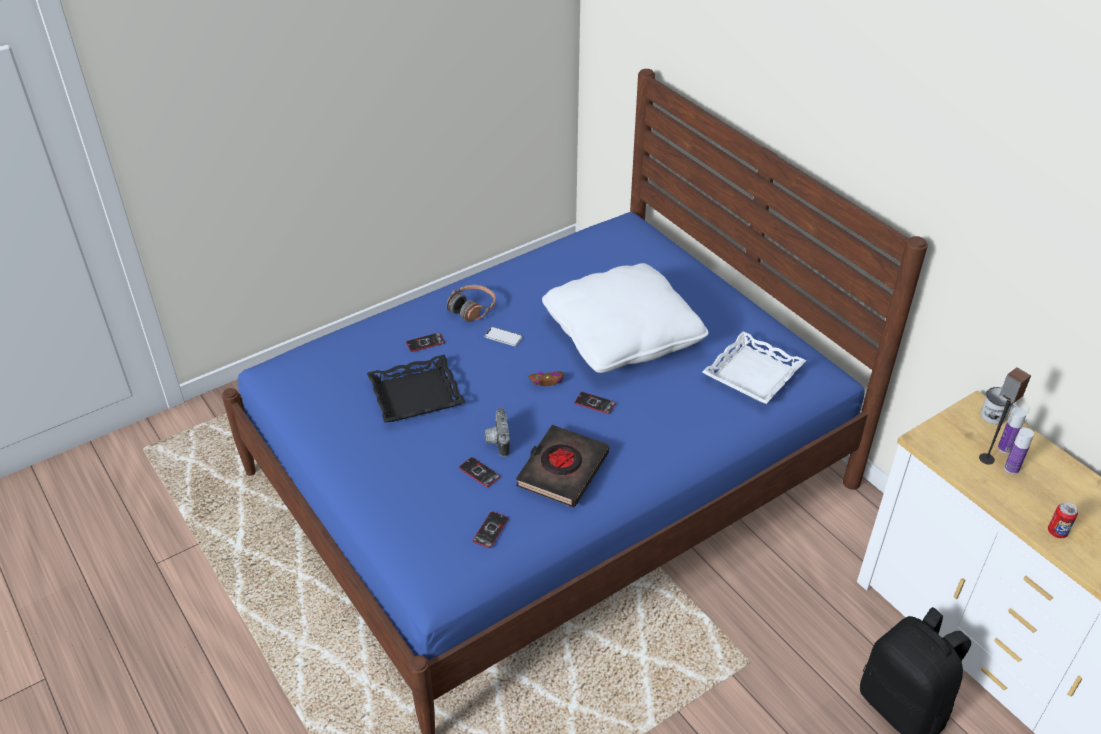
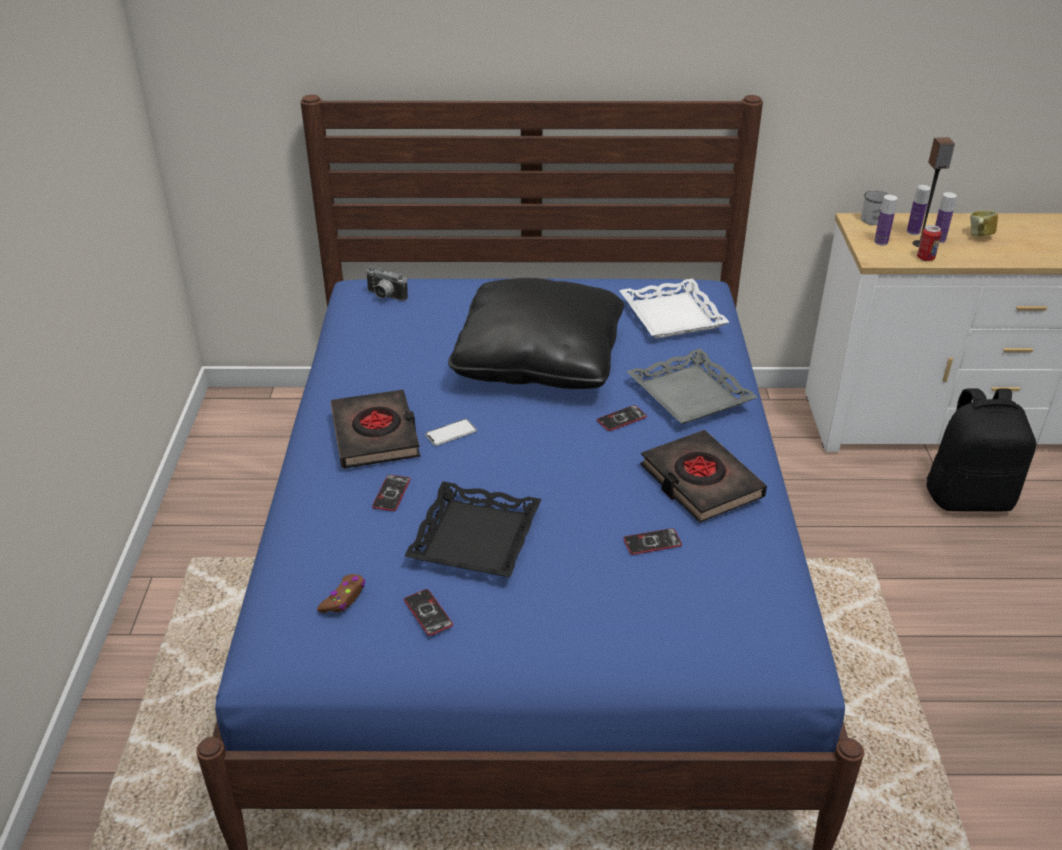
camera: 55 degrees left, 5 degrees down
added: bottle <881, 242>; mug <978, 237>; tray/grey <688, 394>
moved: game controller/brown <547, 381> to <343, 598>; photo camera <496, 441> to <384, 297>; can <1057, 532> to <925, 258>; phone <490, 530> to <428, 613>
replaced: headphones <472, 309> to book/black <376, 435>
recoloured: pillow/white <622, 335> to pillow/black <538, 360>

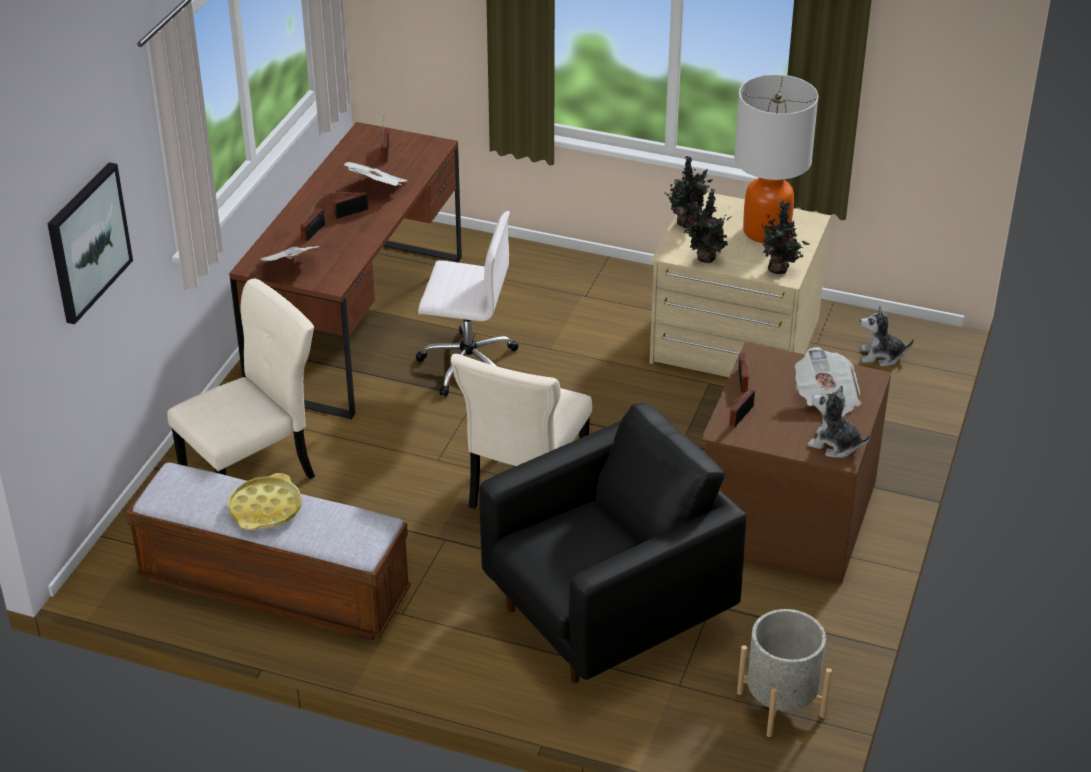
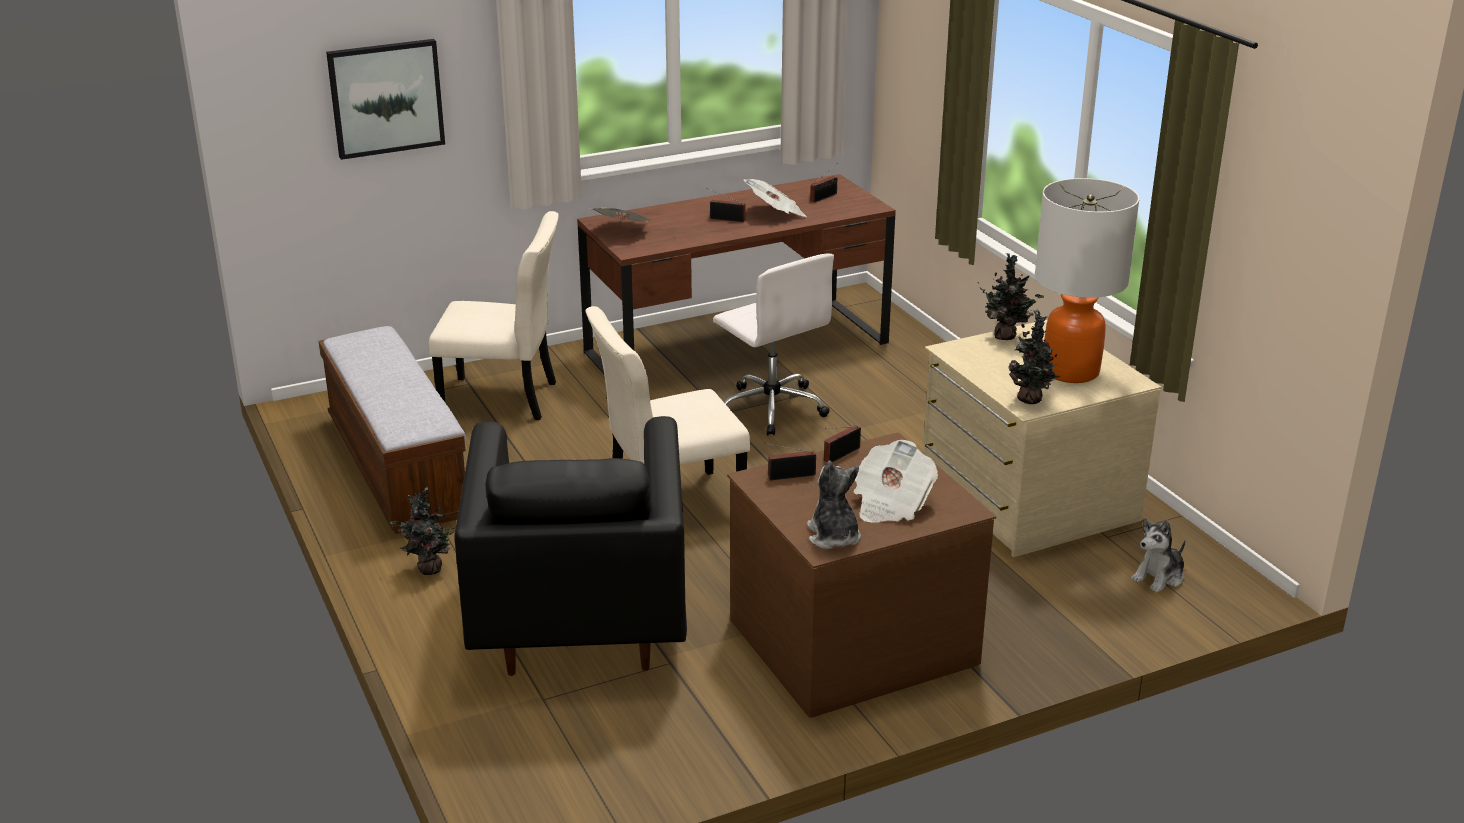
camera: 45 degrees right, 10 degrees down
removed: radio <315, 231>; tray/yellow <265, 508>; planter/grey <781, 704>
moved: potted plant <705, 259> to <428, 569>
turned: plush toy <881, 356> = <1159, 577> 90 degrees counterclockwise; armchair/black <607, 614> = <579, 618> 75 degrees clockwise

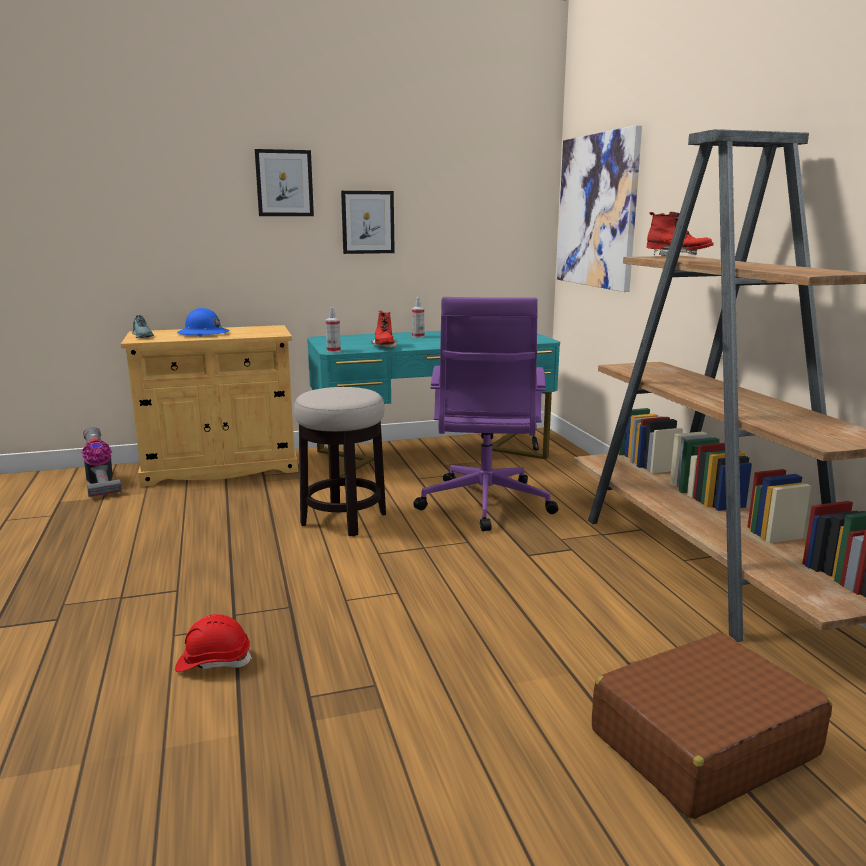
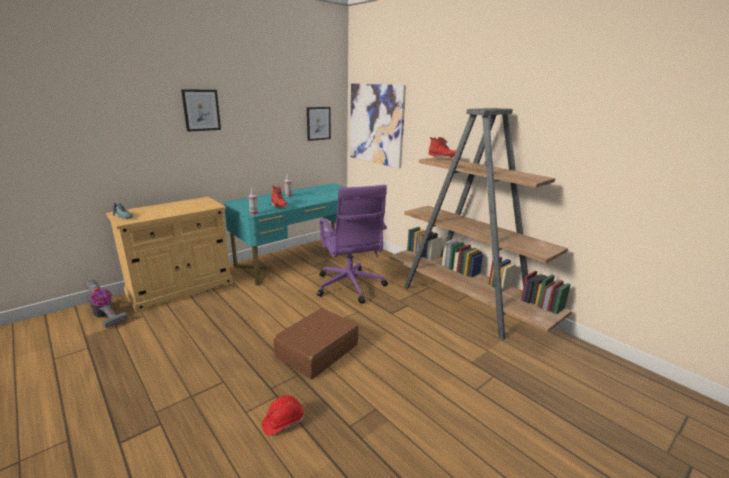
camera: 25 degrees left, 5 degrees up
removed: hard hat/blue <203, 333>; stool <343, 519>
moved: picture <368, 222> to <318, 123>; suitcase/brown <702, 743> to <316, 351>

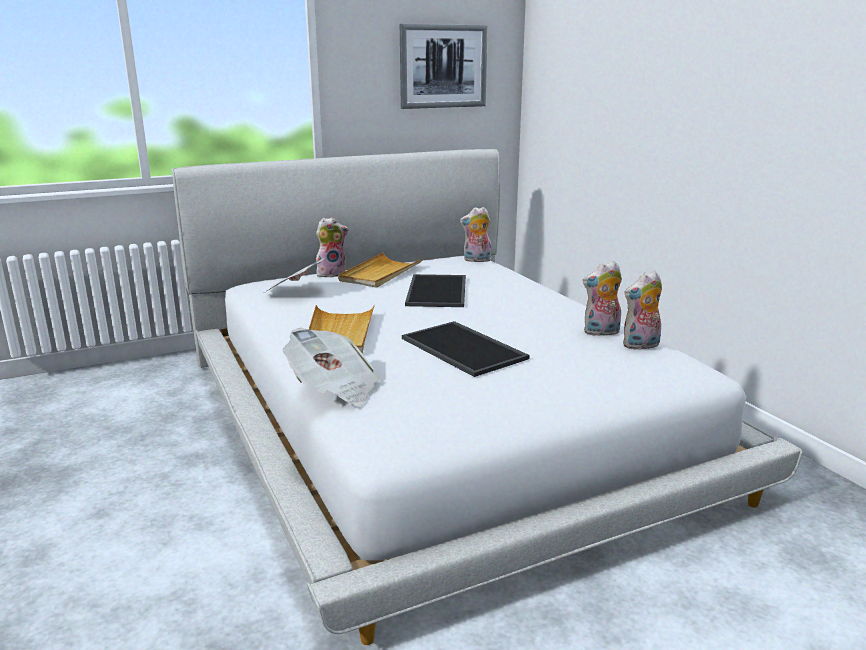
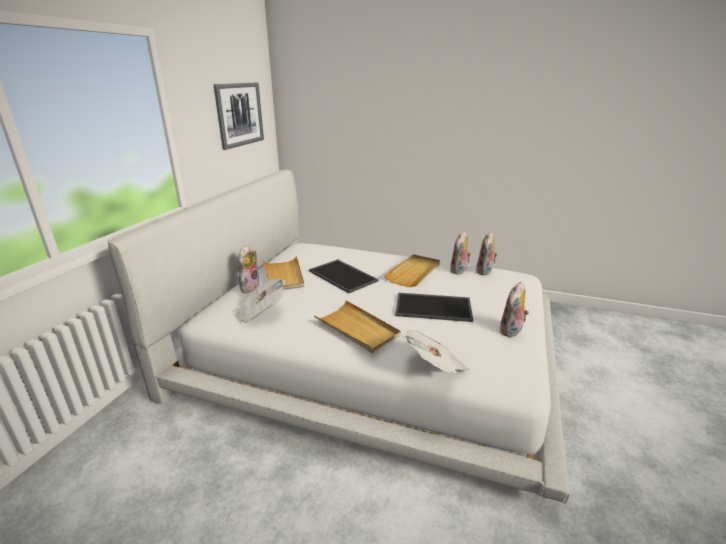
camera: 45 degrees left, 5 degrees up
added: tray/beige <414, 272>
moved: plush toy <476, 260> to <511, 331>

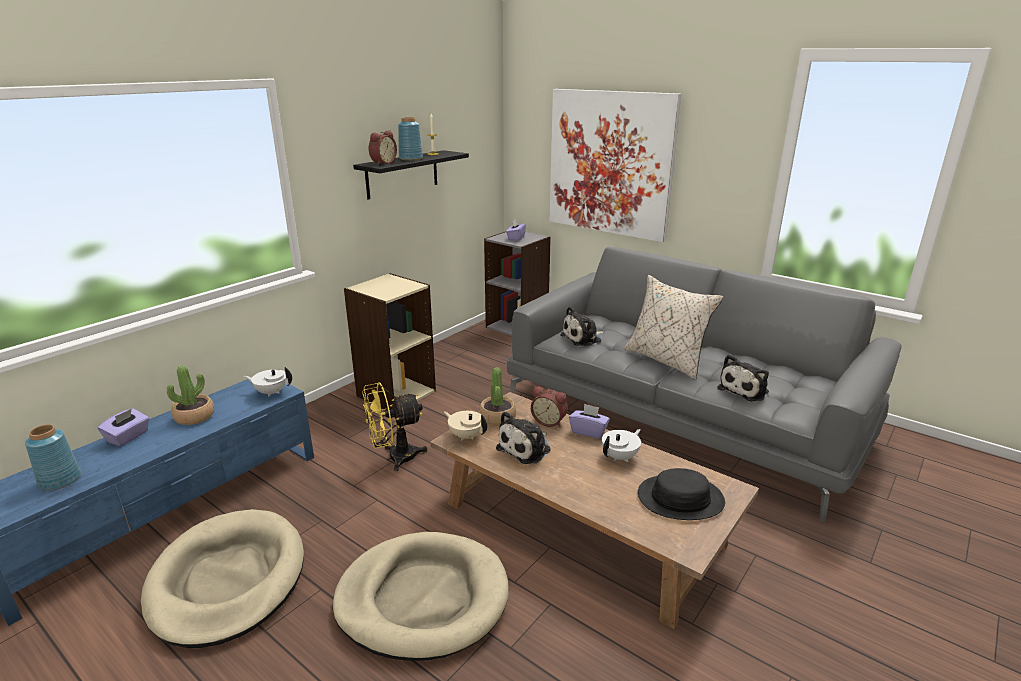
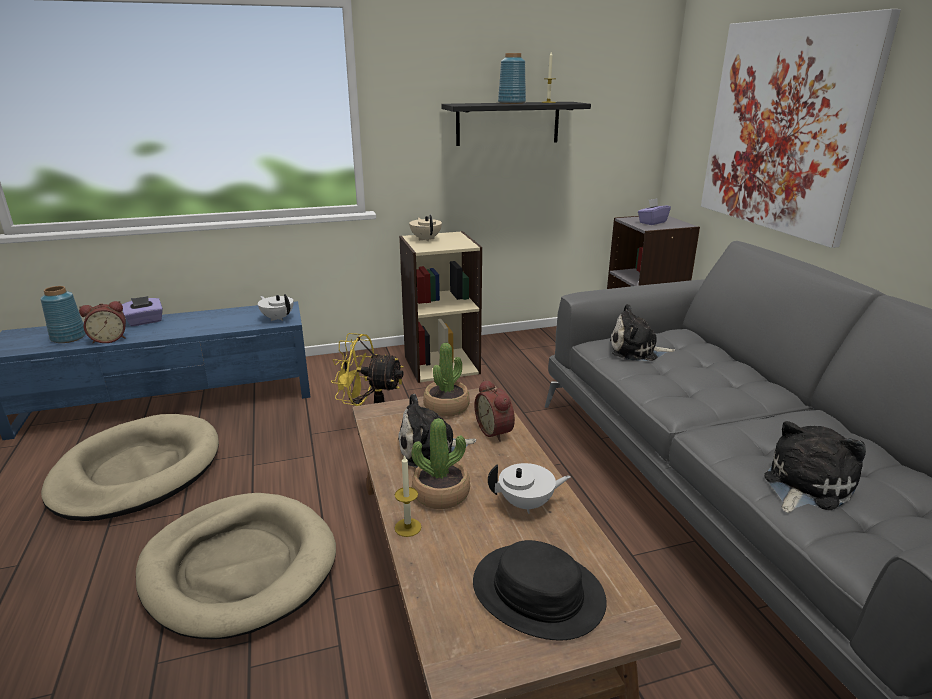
camera: 35 degrees right, 0 degrees up
removed: pillow/beige <666, 360>; tissue box/purple <588, 431>
added: candle <408, 527>
moved: alarm clock <382, 163> to <109, 339>; potted plant <194, 416> to <441, 493>; teapot/beige <466, 436> to <426, 239>
turned: plush toy <745, 390> = <804, 485> 150 degrees clockwise

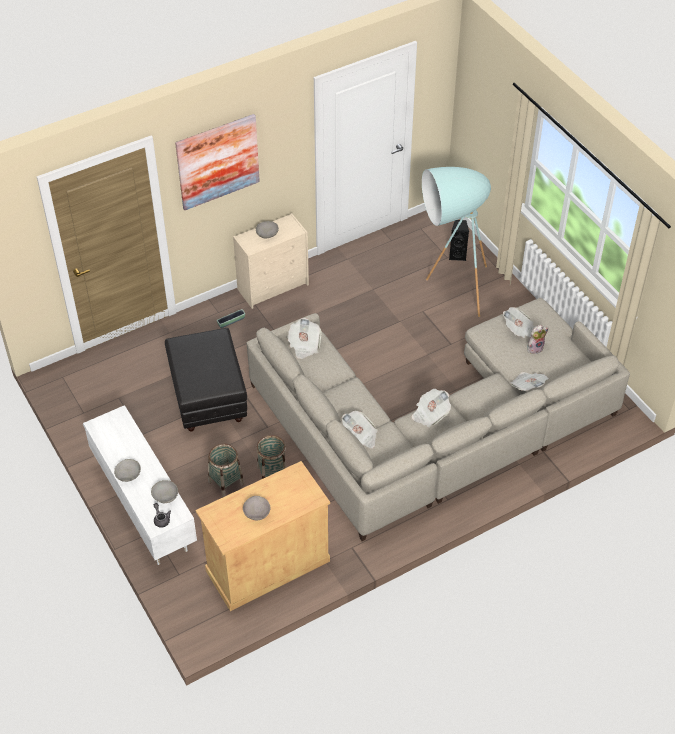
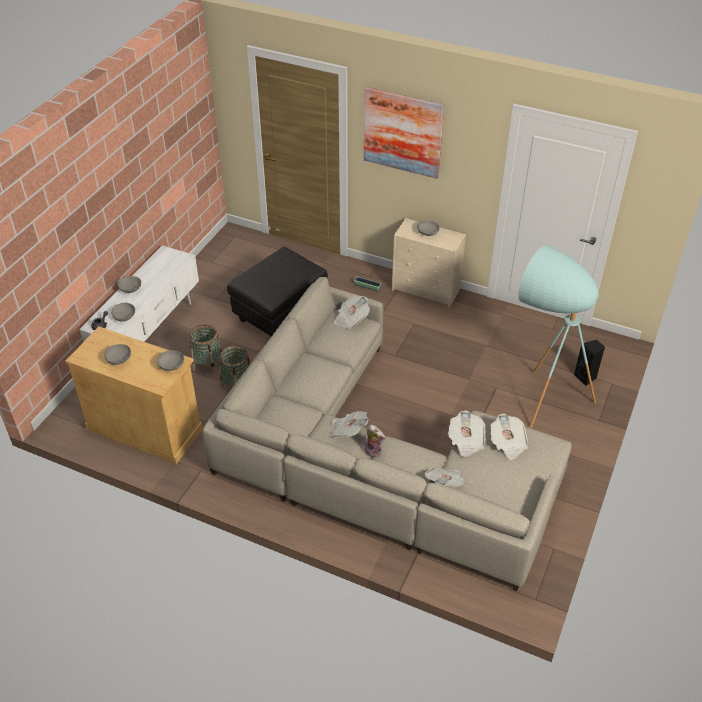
camera: 55 degrees right, 5 degrees down
added: bowl/grey <171, 365>
moved: plush toy <535, 348> to <374, 450>; newspaper <359, 436> to <466, 441>

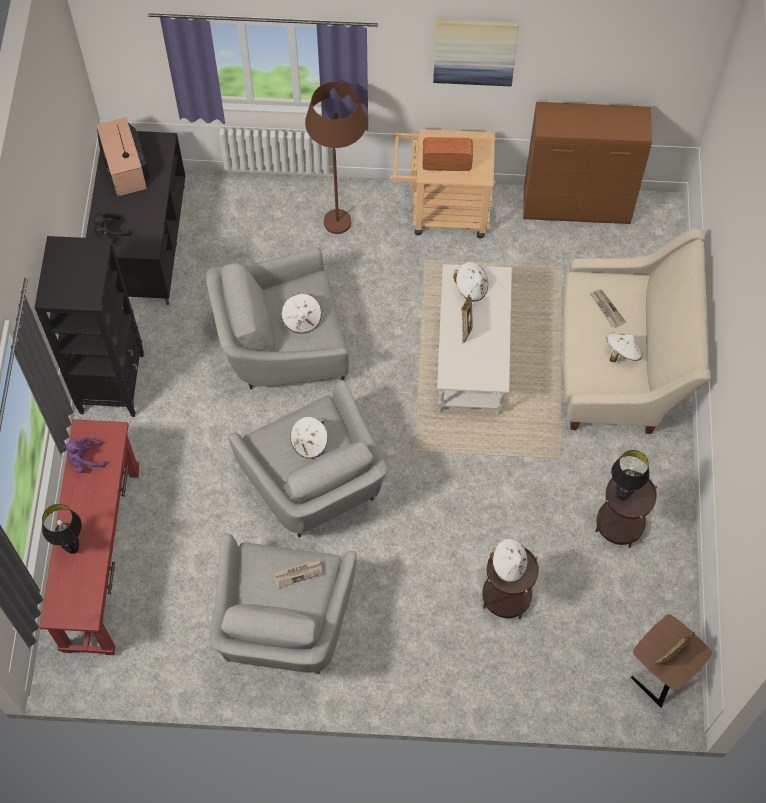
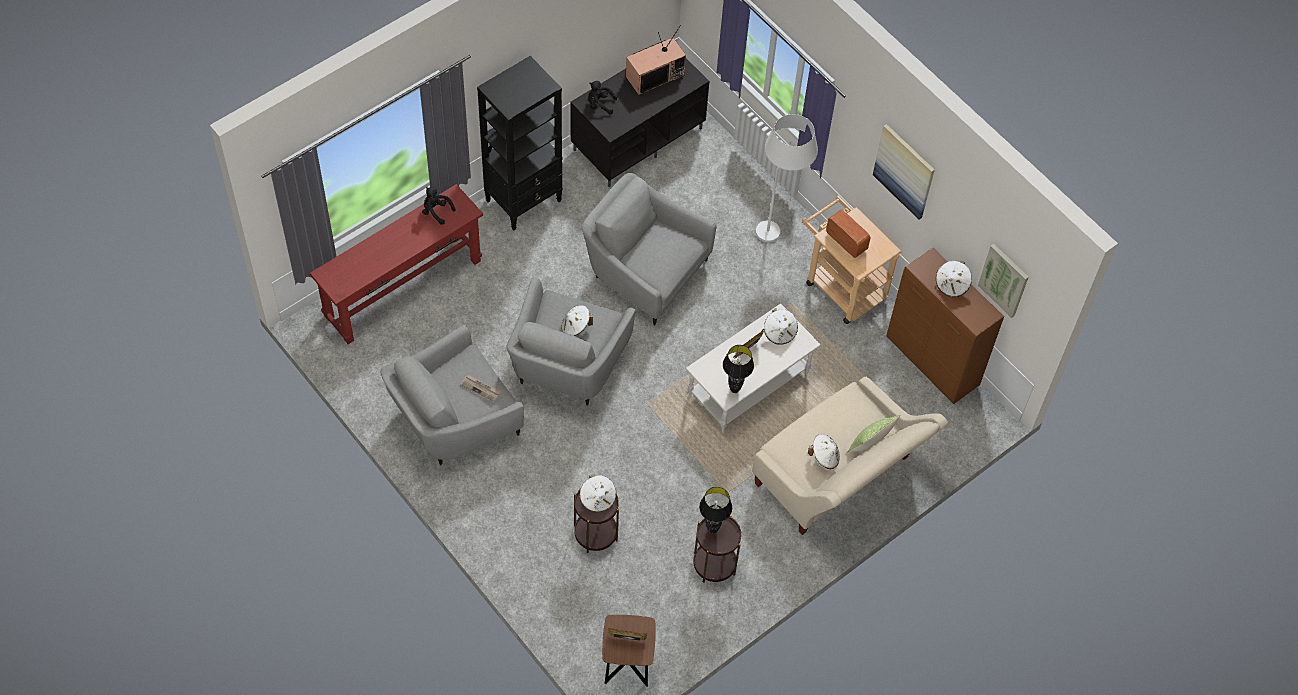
camera: 45 degrees right, 5 degrees down
removed: newspaper <606, 309>
added: picture <1004, 280>; pillow <870, 444>
moved: hat/white <302, 319> to <952, 285>; table lamp/black <73, 549> to <734, 390>
recoloured: floor lamp/brown <339, 209> to floor lamp/white <779, 226>; plush toy/purple <85, 460> to plush toy/black <436, 211>
turned: television <126, 168> = <655, 75> 150 degrees counterclockwise

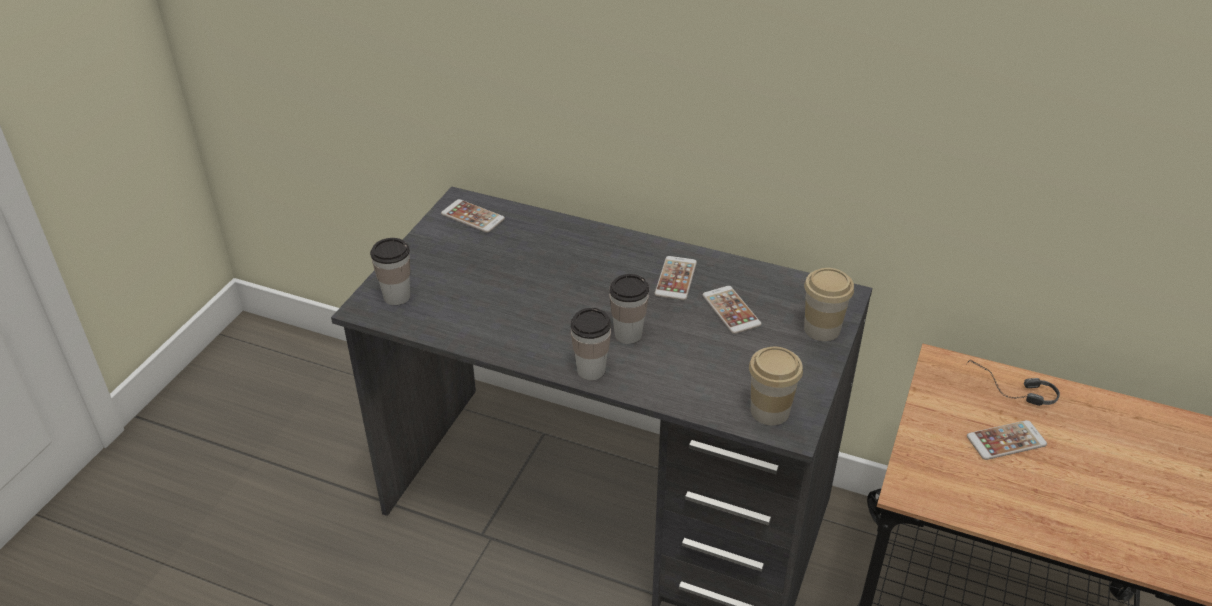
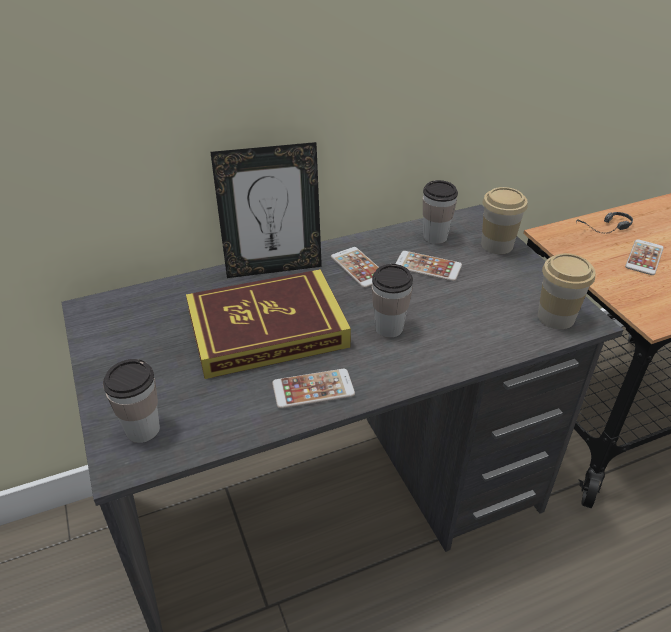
camera: 45 degrees left, 0 degrees up
added: picture frame <273, 267>; book <267, 329>
moved: phone <472, 216> to <313, 389>; cup <591, 370> to <435, 237>

